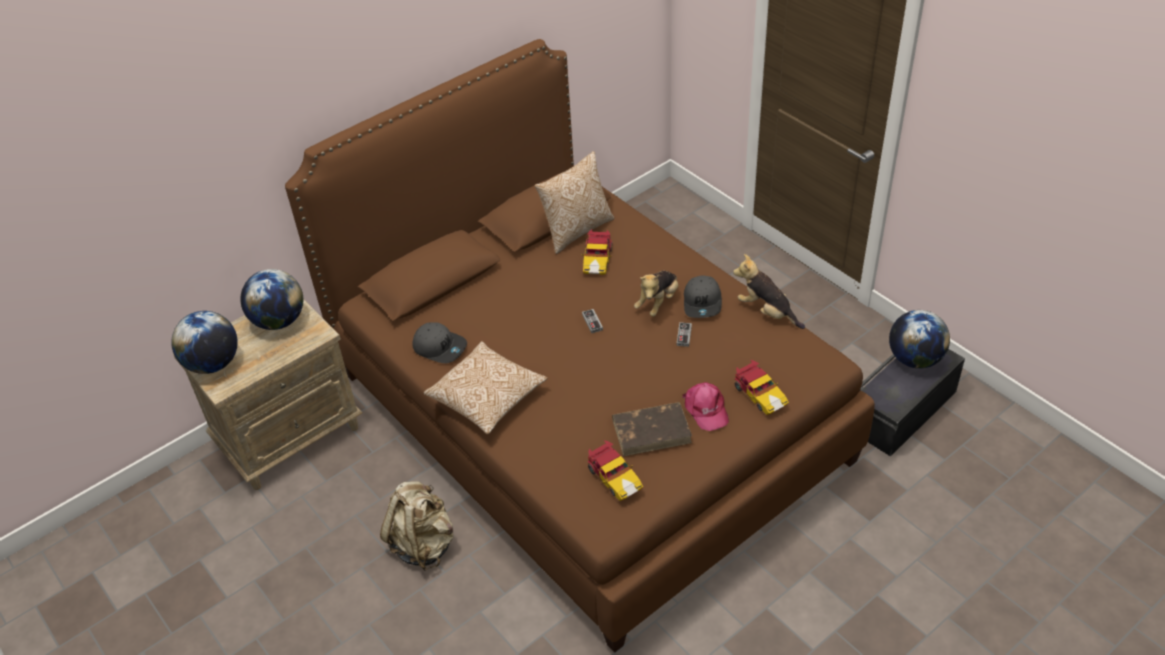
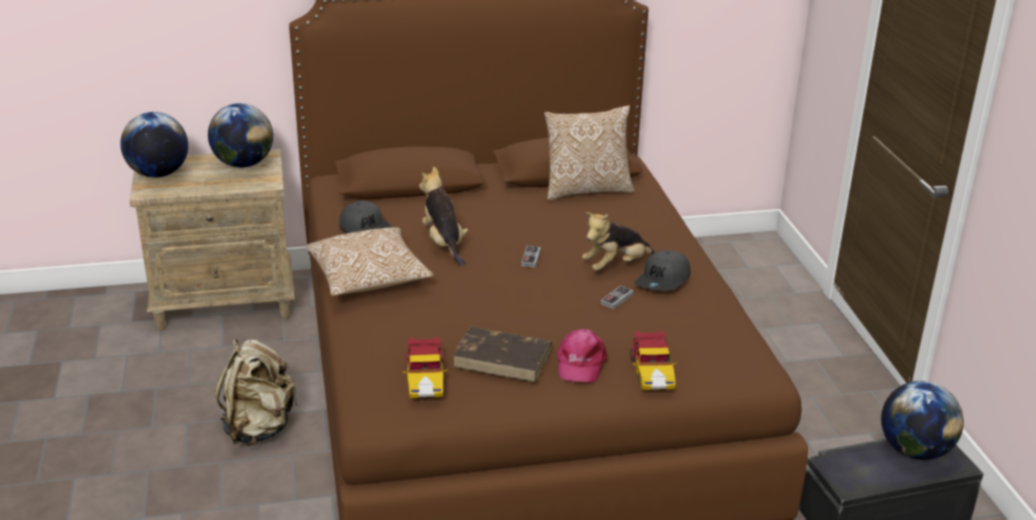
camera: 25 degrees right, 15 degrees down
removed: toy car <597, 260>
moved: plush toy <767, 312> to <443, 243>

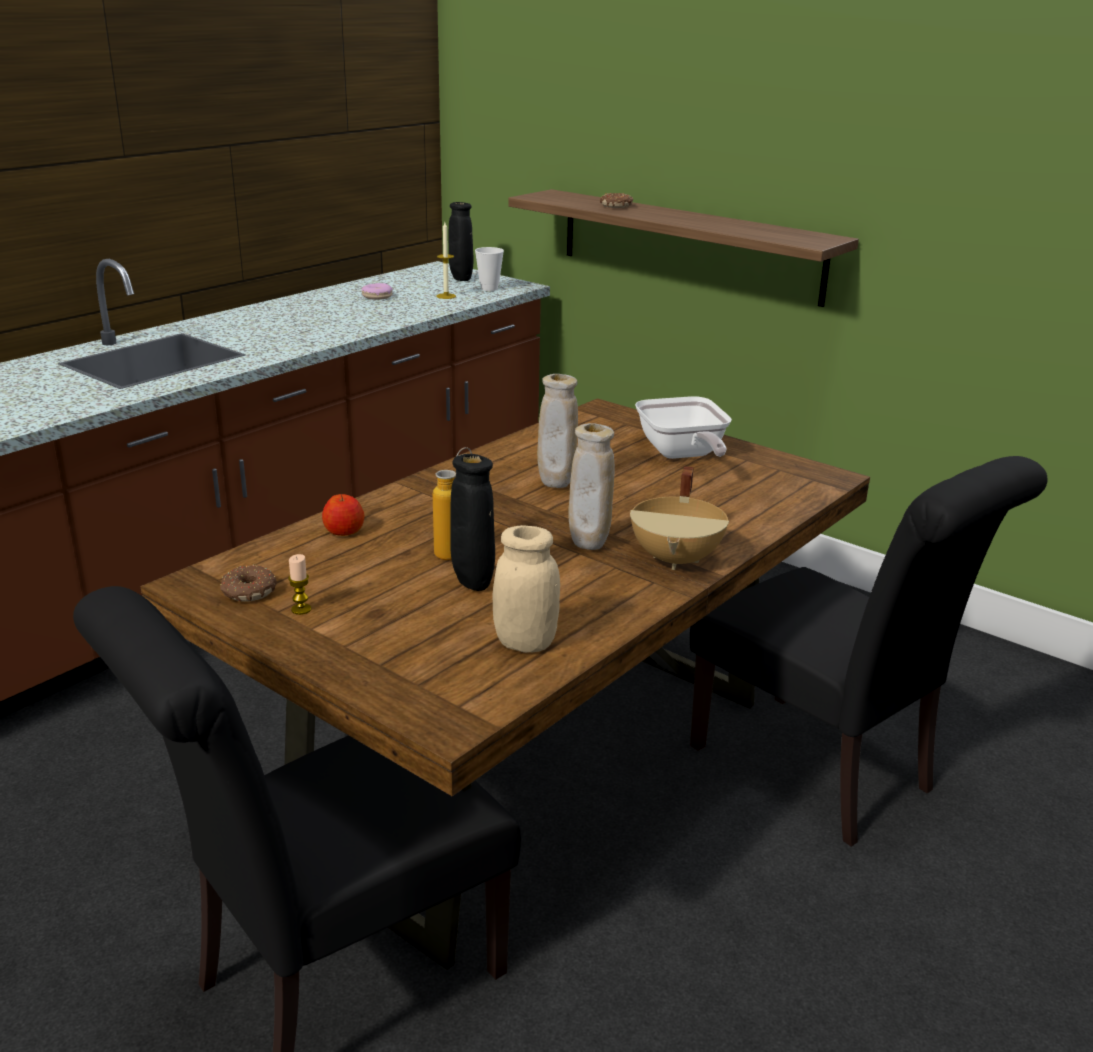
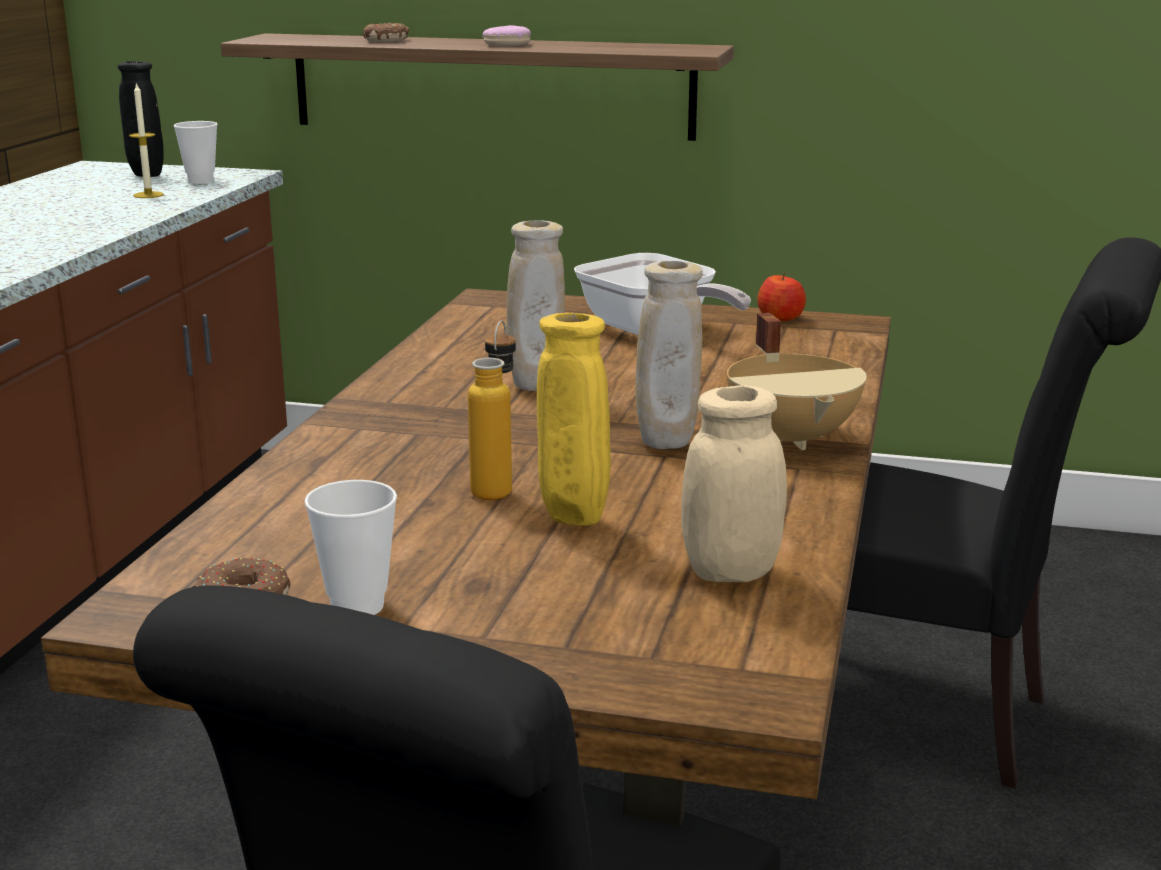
camera: 25 degrees left, 5 degrees down
moved: donut <377, 296> to <507, 44>; apple <344, 531> to <781, 318>
replaced: candle <301, 609> to cup <357, 606>
recoloured: vase/black <472, 586> to vase/yellow <573, 521>

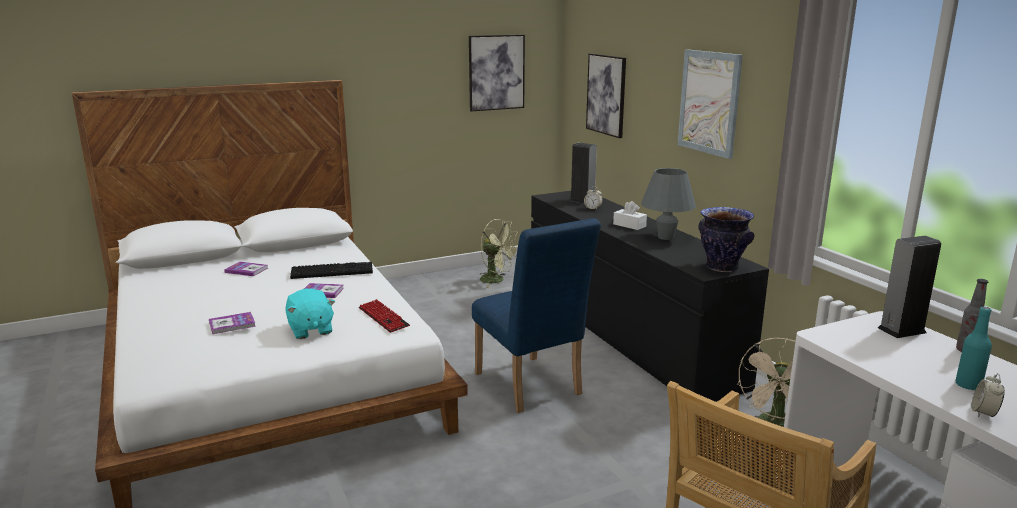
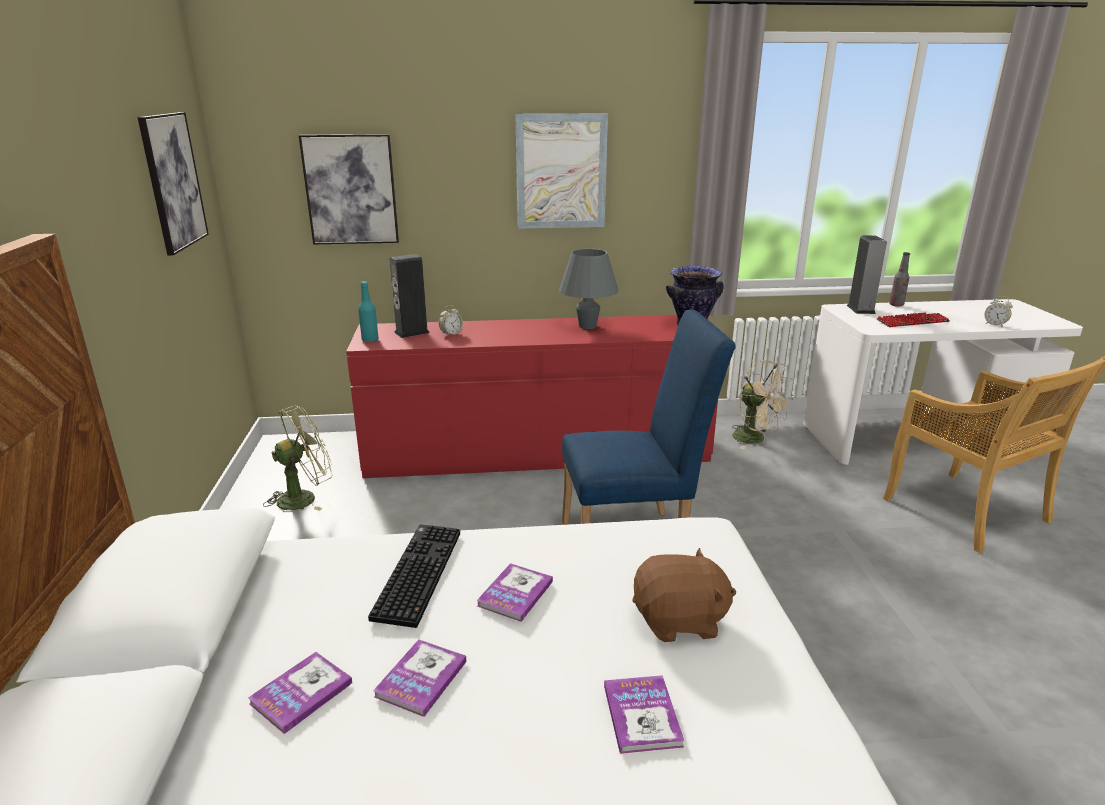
camera: 70 degrees left, 5 degrees up
removed: tissue box/white <629, 225>
added: book <421, 678>
moved: keyboard <383, 317> to <912, 321>; bottle/turquoise <968, 385> to <370, 340>
recoloured: dresser/black <626, 332> to dresser/red <537, 452>; plush toy/turquoise <310, 330> to plush toy/brown <680, 621>

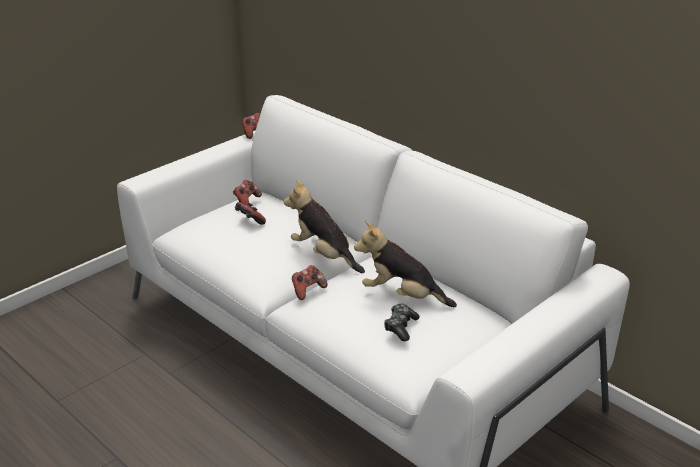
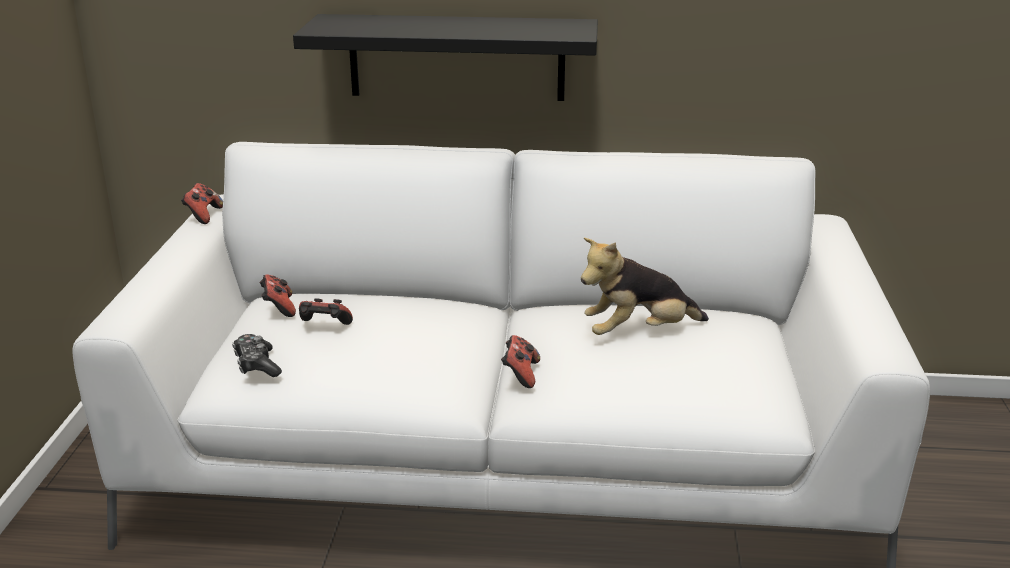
camera: 40 degrees left, 5 degrees down
removed: plush toy <324, 255>
added: shelf/black <456, 57>
moved: game controller <400, 327> to <257, 365>

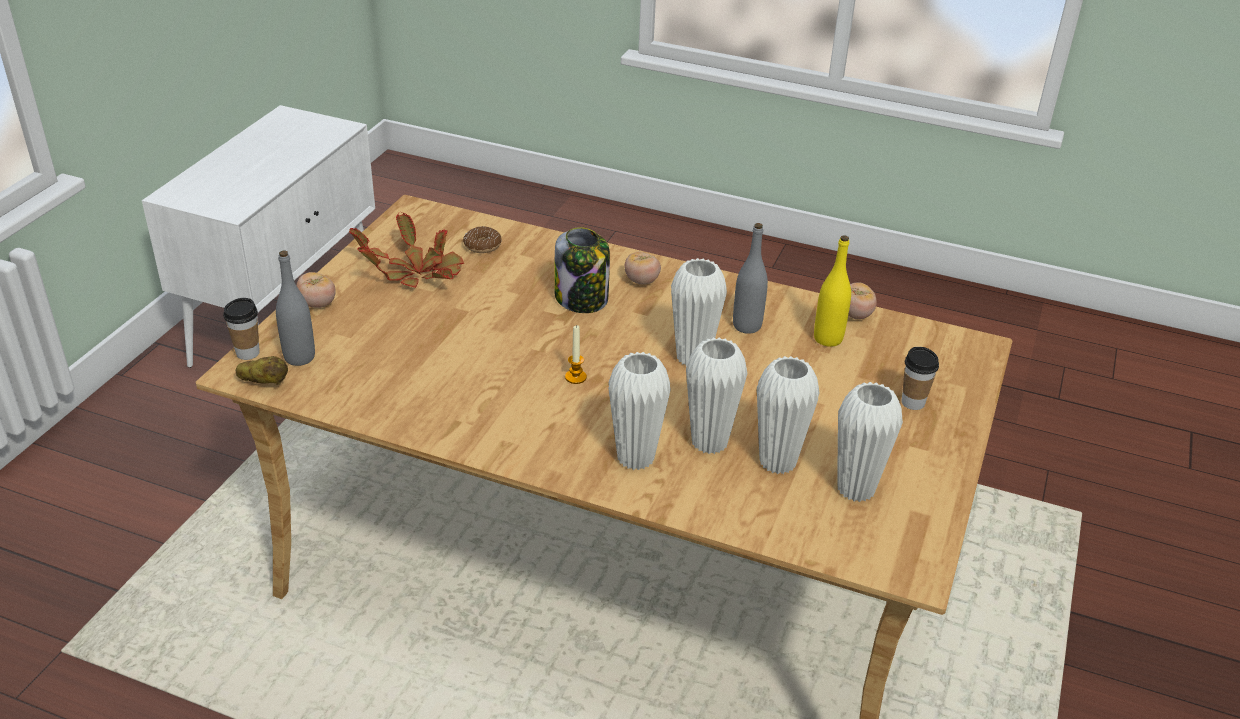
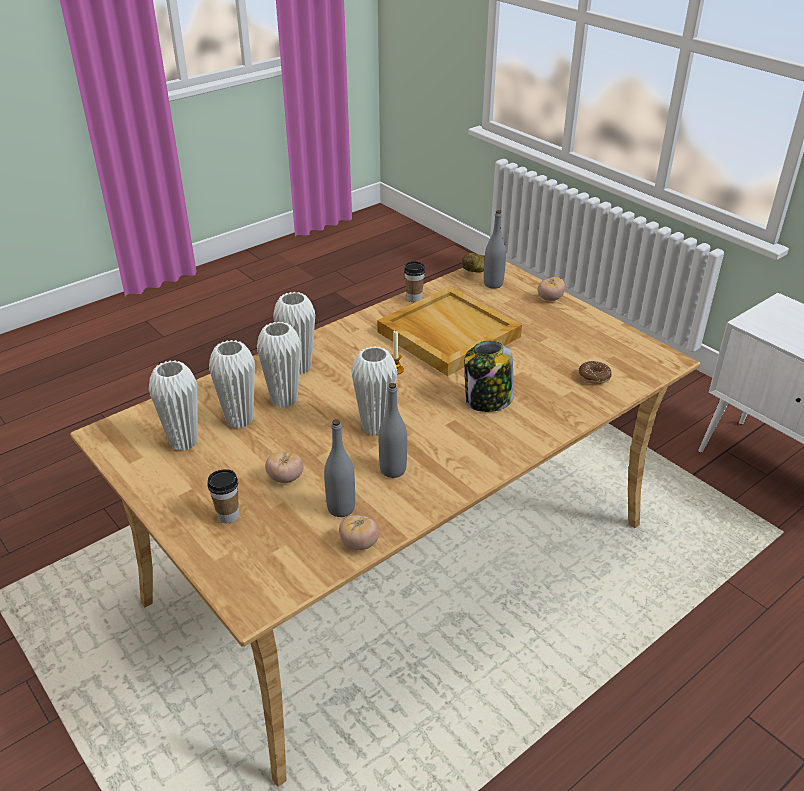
camera: 120 degrees right, 0 degrees up
removed: potted plant <416, 273>
added: tray/beige <447, 334>
moved: tomato <641, 281> to <285, 478>; cup <248, 353> to <414, 298>
recoloured: bottle/yellow <828, 339> to bottle/grey <341, 508>

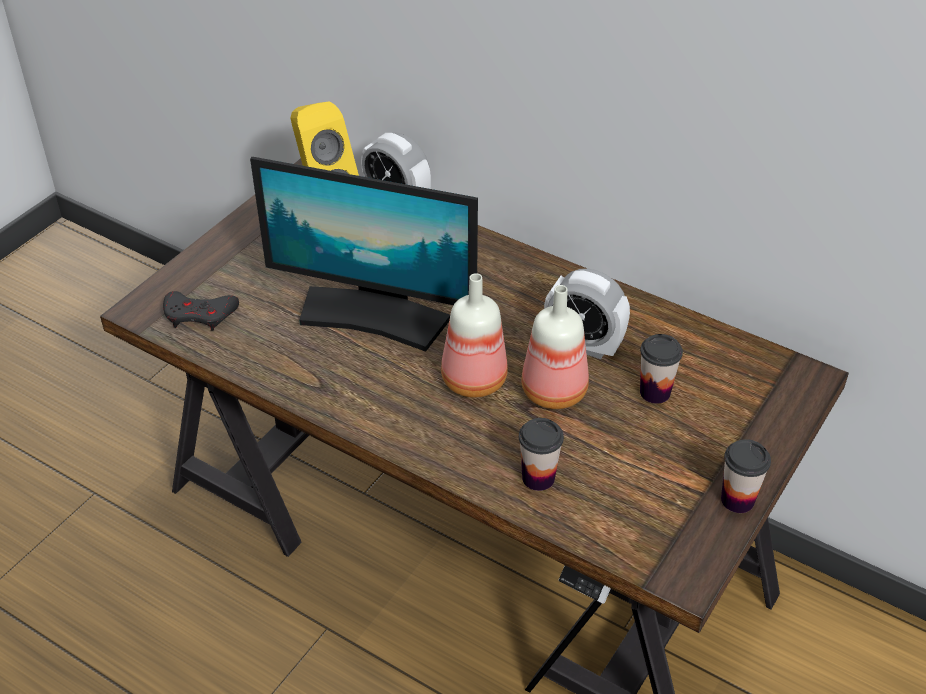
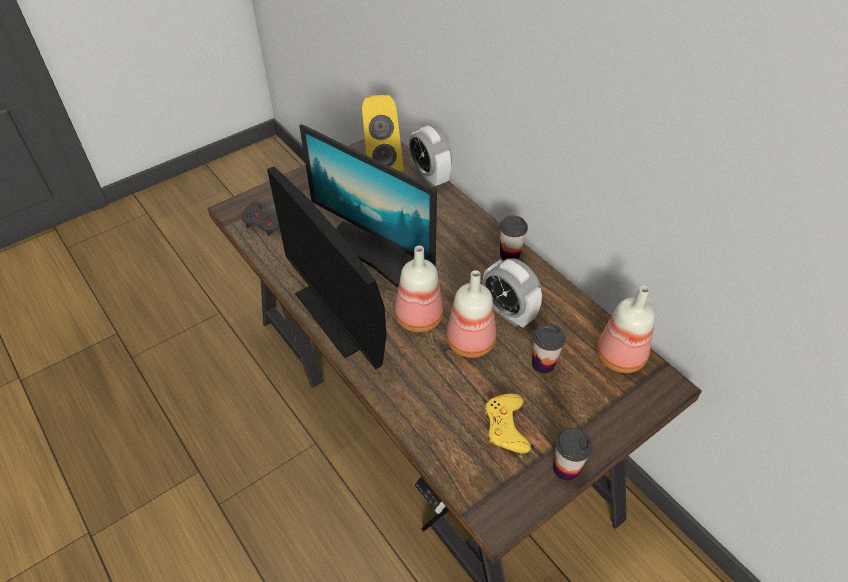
camera: 20 degrees right, 5 degrees up
added: monitor <338, 314>; bottle <620, 355>; game controller/yellow <506, 426>
moved: cup <538, 478> to <509, 254>

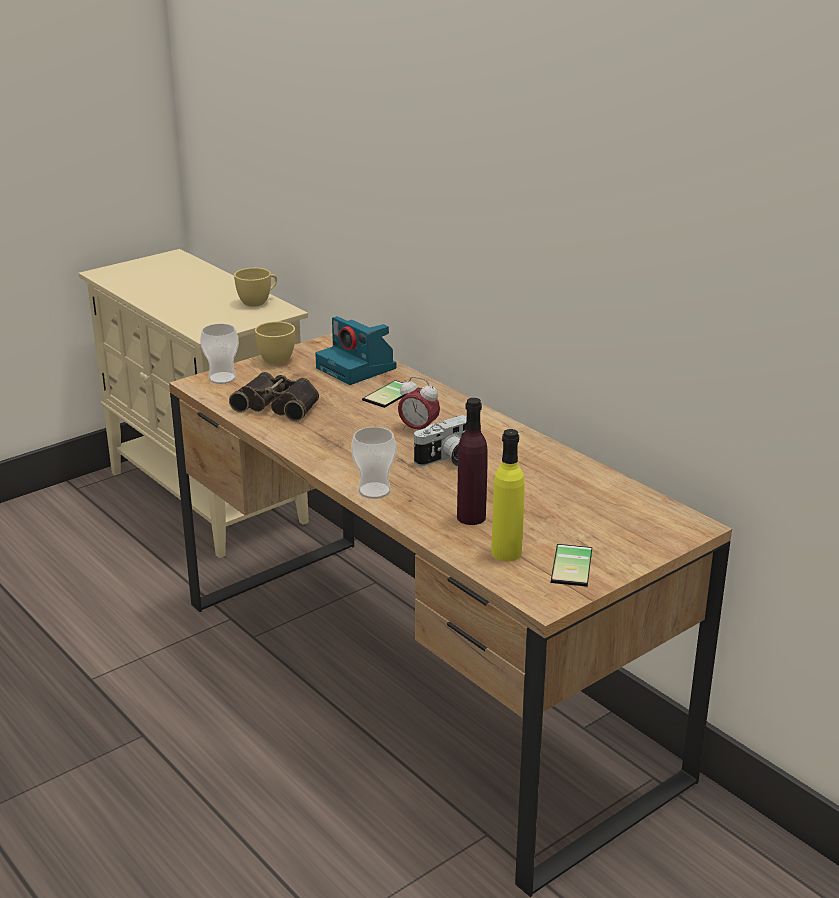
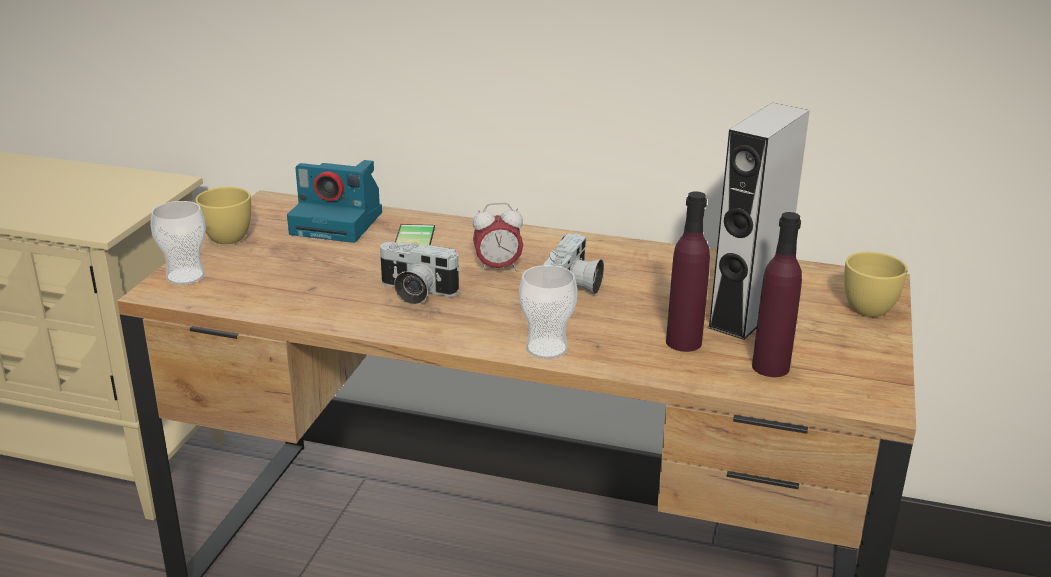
camera: 35 degrees left, 0 degrees up
removed: binoculars <279, 405>; phone <575, 566>
added: speaker/grey <747, 313>; photo camera <415, 292>
moved: cup/yellow <258, 302> to <869, 306>
recoloured: bottle/yellow <506, 553> to bottle/purple <770, 367>

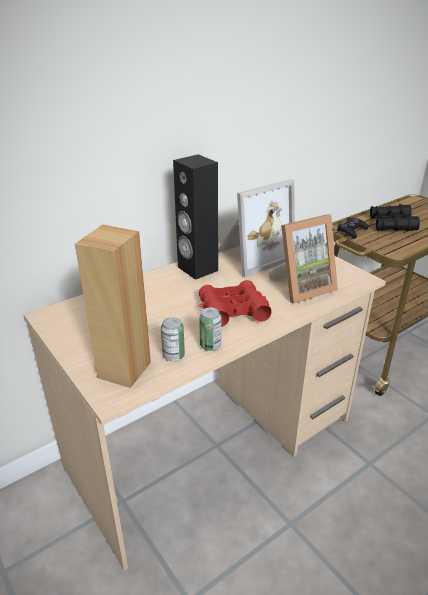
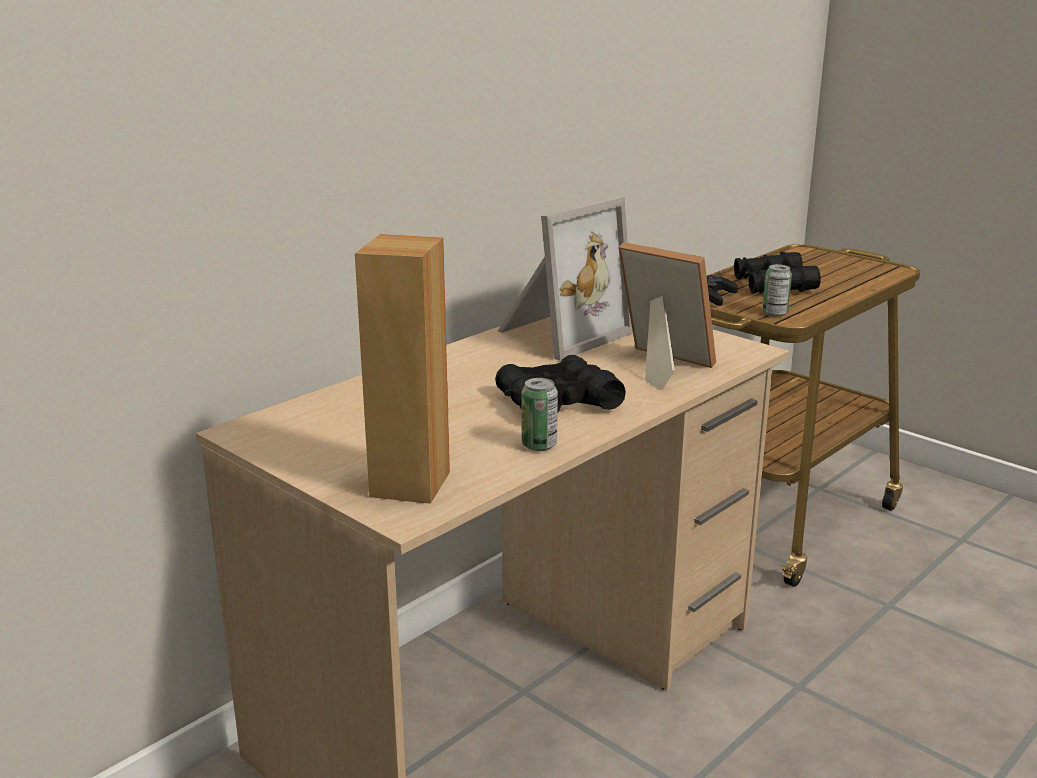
camera: 10 degrees left, 10 degrees down
removed: speaker/black <197, 269>
moved: can <173, 356> to <775, 313>
recoloured: binoculars/red <233, 311> to binoculars/black <558, 402>
turned: picture frame <302, 287> = <659, 366> 105 degrees counterclockwise

